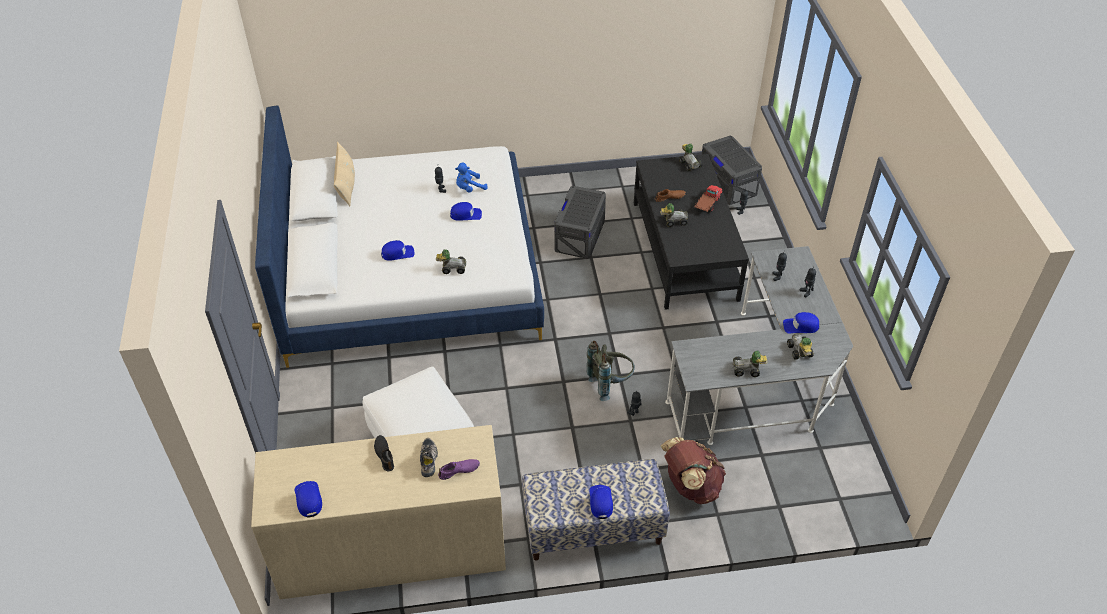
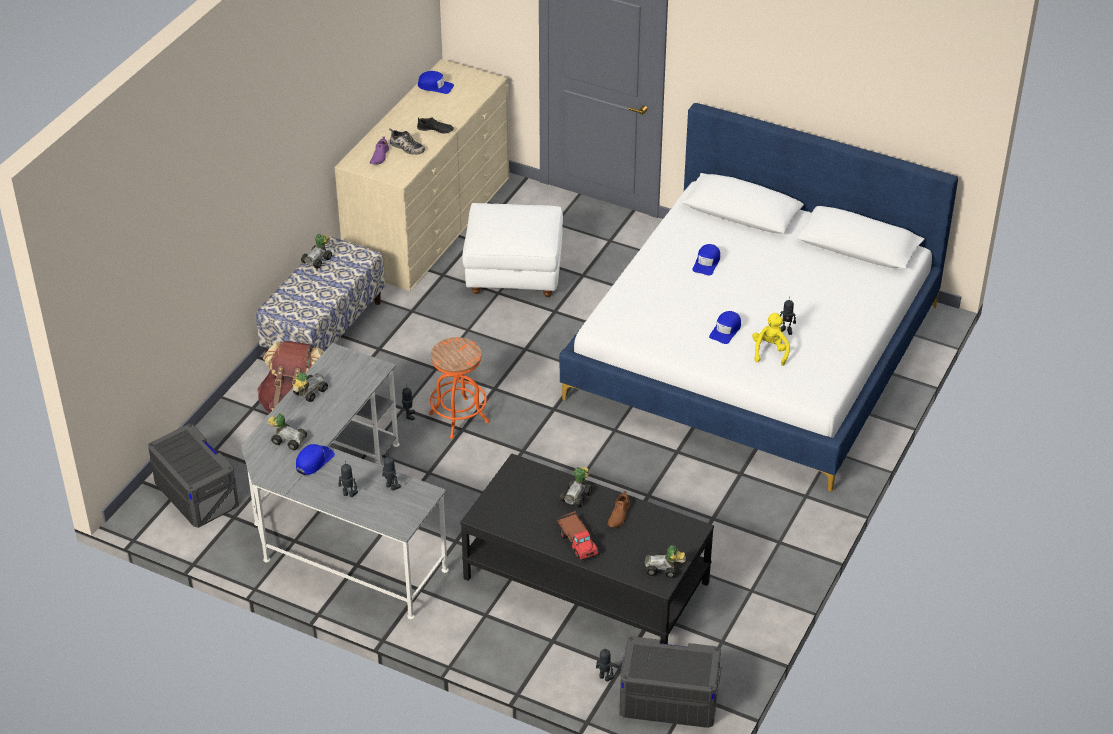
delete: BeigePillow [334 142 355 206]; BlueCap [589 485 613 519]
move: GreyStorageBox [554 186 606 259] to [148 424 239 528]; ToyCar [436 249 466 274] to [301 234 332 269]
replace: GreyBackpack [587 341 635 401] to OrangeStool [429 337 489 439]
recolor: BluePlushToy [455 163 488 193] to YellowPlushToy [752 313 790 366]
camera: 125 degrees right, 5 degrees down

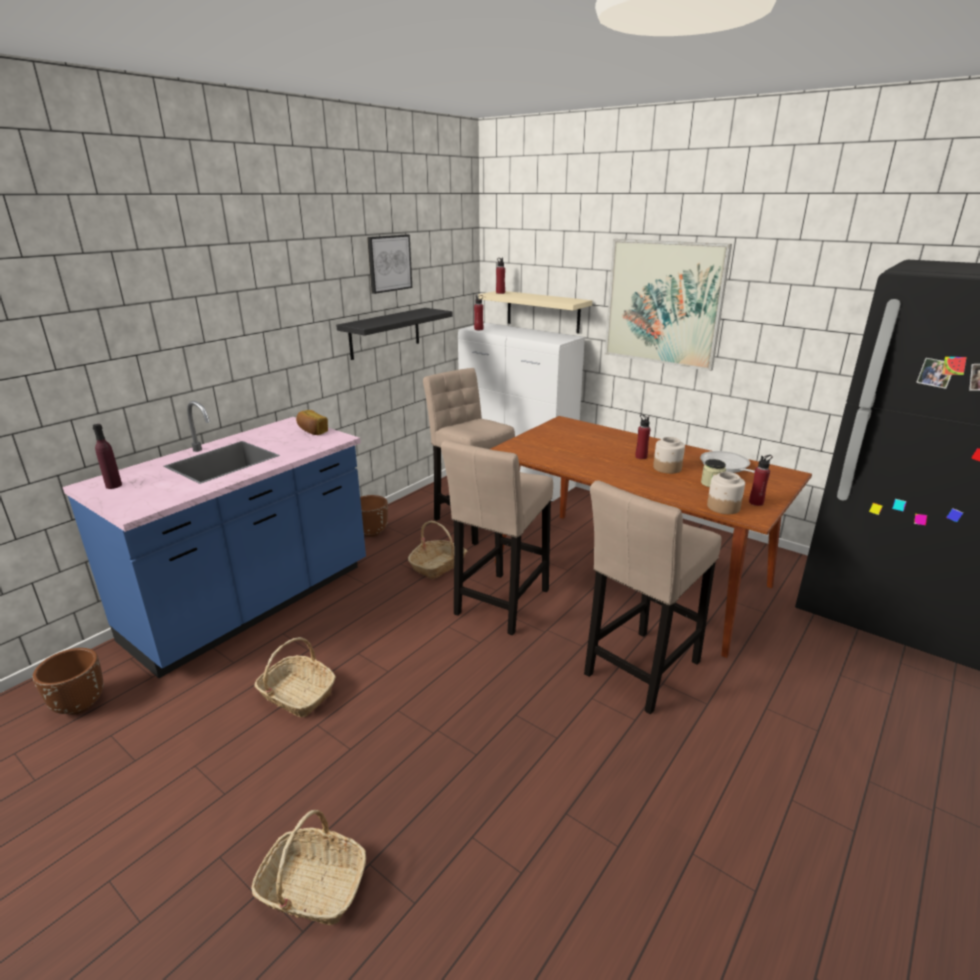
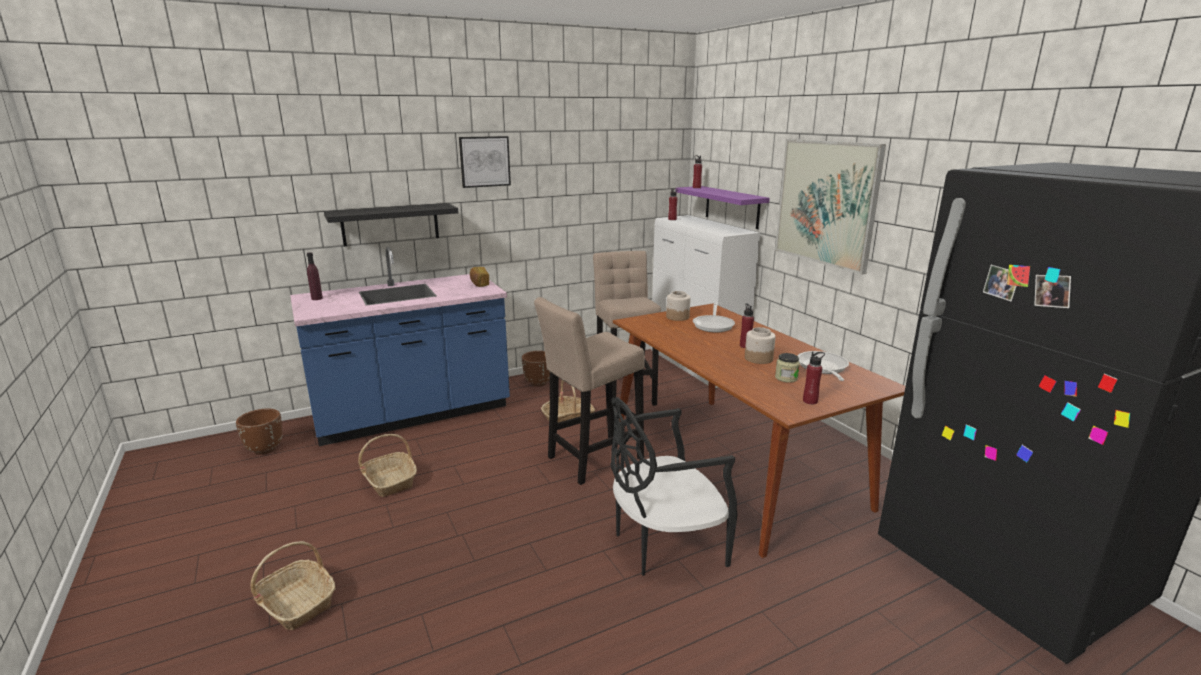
insert: FryingPan [693 303 735 332]
move: Picture [367 235 412 294] to [459 136 511 188]; BlackShelf [336 308 453 360] to [324 203 458 246]; Jar [707 472 745 514] to [666 291 691 321]
replace: BeigeStool [584 481 722 714] to BlackChair [610 397 738 576]
recolor: BeigeShelf [478 291 592 333] to PurpleShelf [675 186 770 229]
camera: 25 degrees right, 5 degrees down

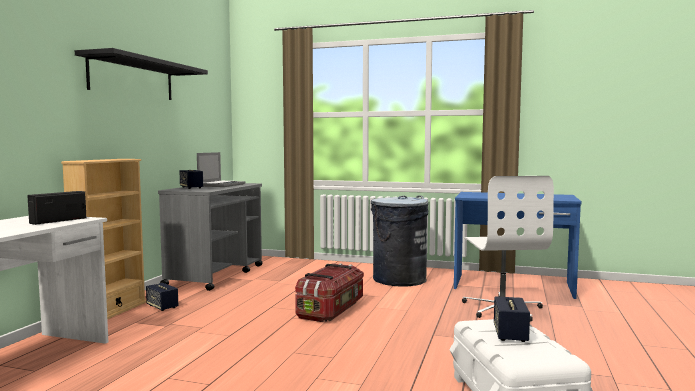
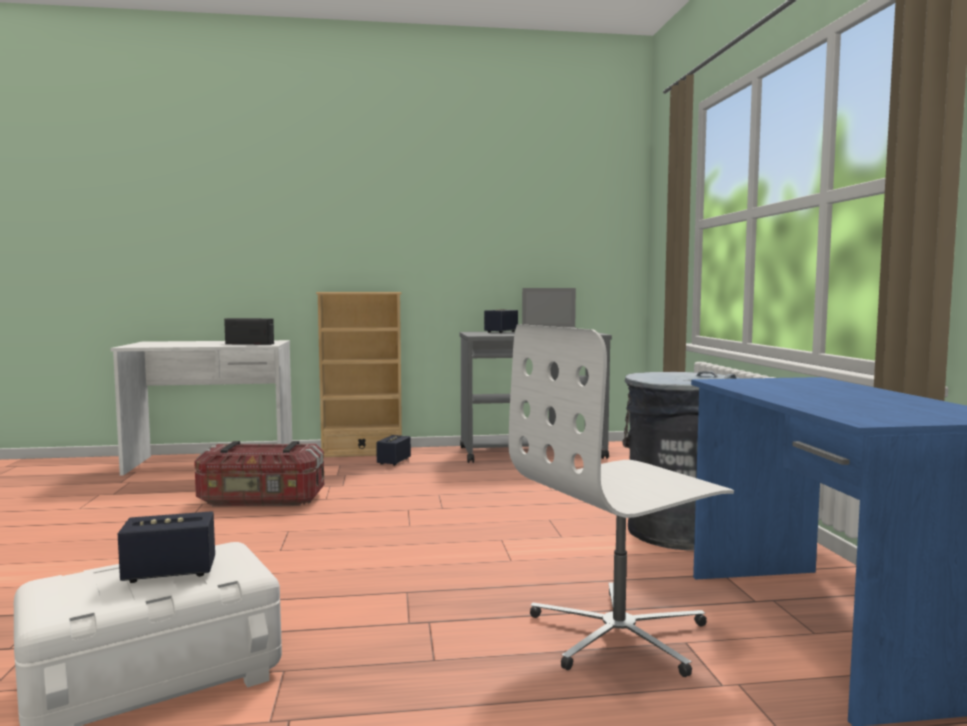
delete: BlackShelf [75 48 208 100]
move: StorageBox [295 263 364 322] to [194 441 324 506]
camera: 65 degrees right, 0 degrees up

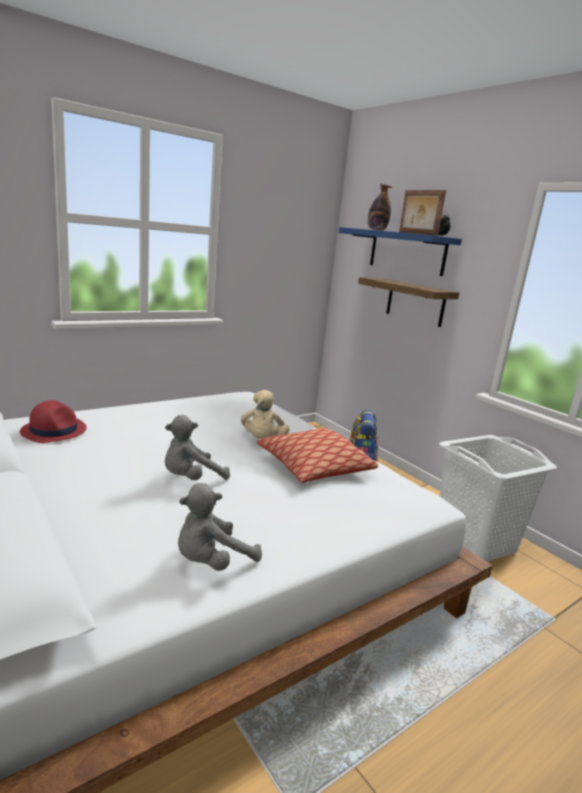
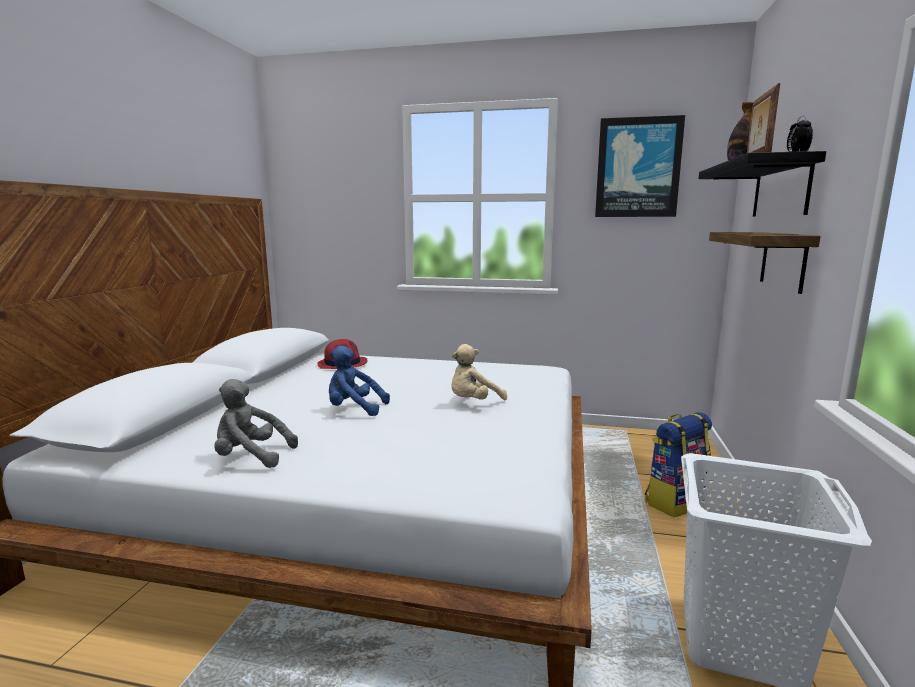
delete: Pillow [257 428 378 483]
insert: Picture [595 115 685 217]
recolor: BlueShelf [338 227 462 276] to BlackShelf [699 151 826 216]; GreyPlushToy [165 415 230 480] to BluePlushToy [329 346 390 416]
camera: 50 degrees right, 5 degrees down

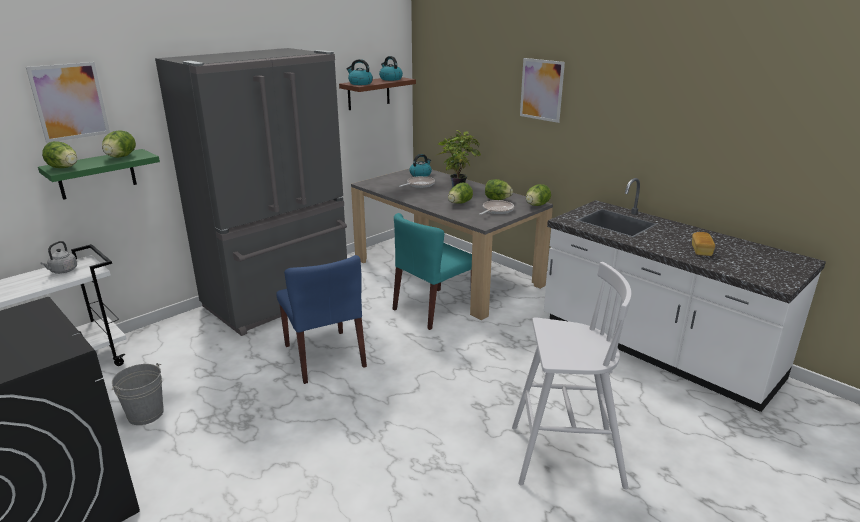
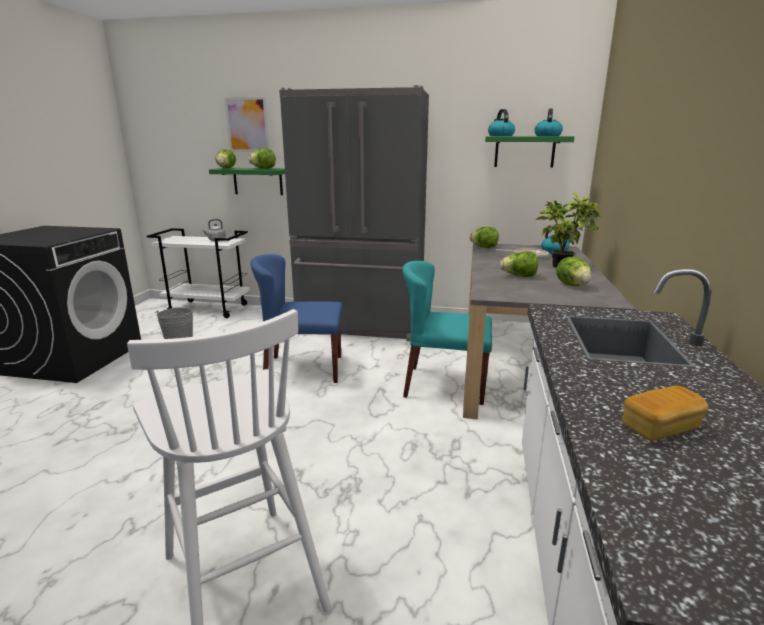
delete: Picture [520 58 565 123]; FryingPan [480 200 514 215]
move: Lettuce [526 184 551 206] to [469 227 499 248]
recolor: BrownShelf [339 77 416 110] to GreenShelf [485 136 575 168]
rotate: BlueChair [276 255 367 384] = [250 254 343 383] 60 degrees clockwise
camera: 55 degrees right, 5 degrees down

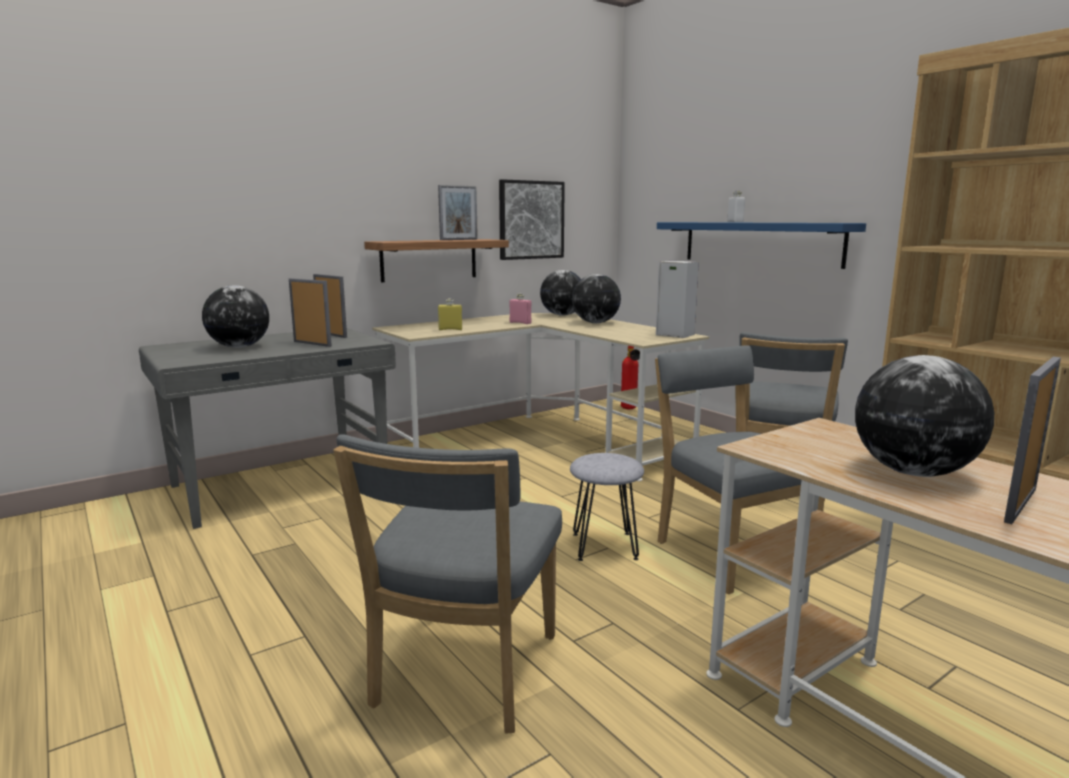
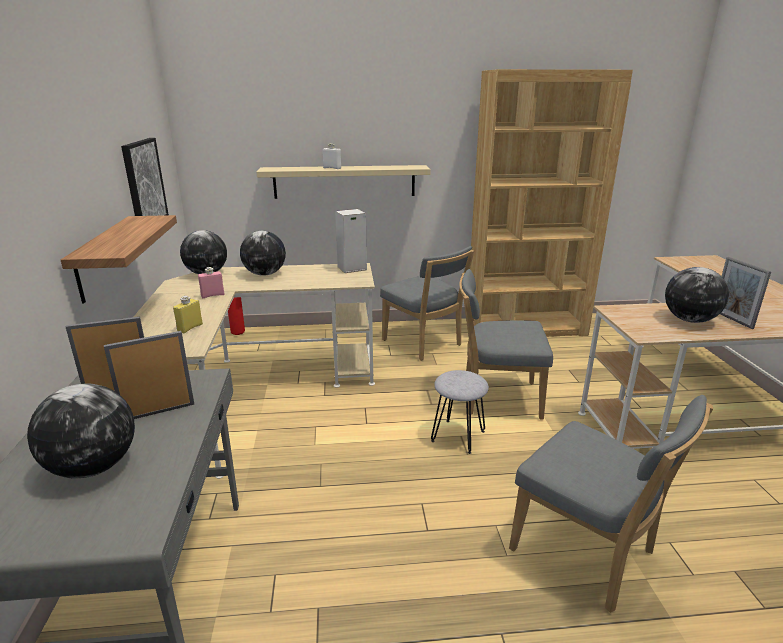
delete: PictureFrame [438 185 478 240]
recolor: BlueShelf [657 222 866 269] to BeigeShelf [256 165 431 199]
camera: 60 degrees left, 10 degrees up

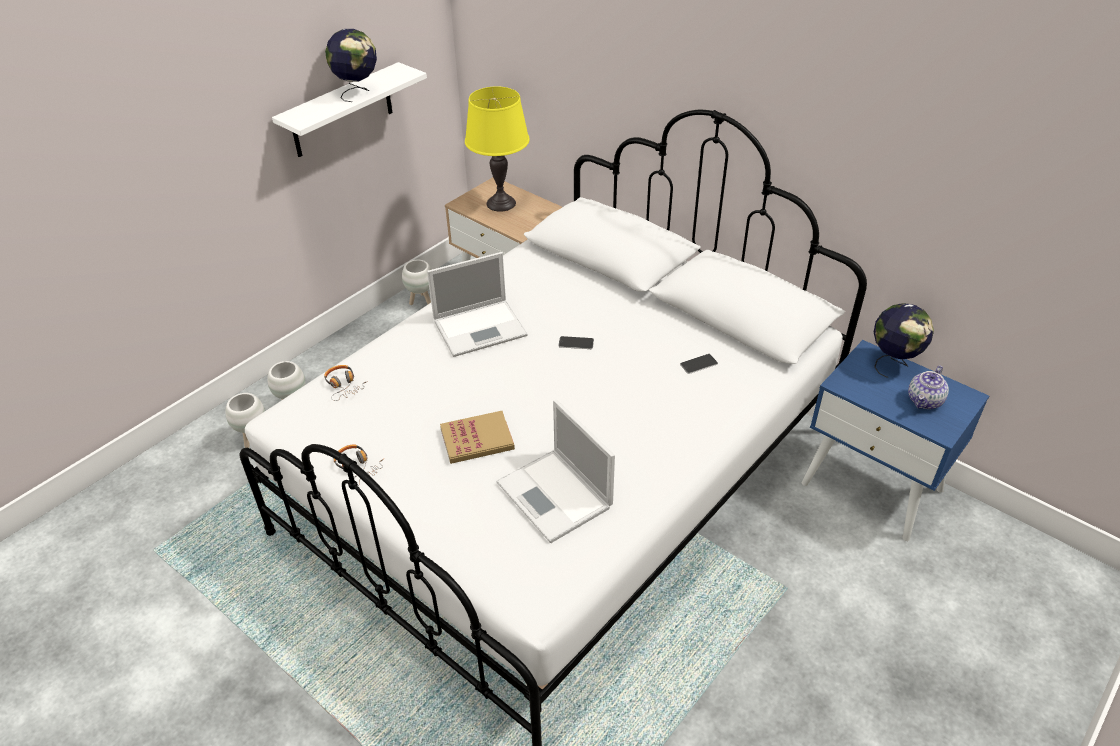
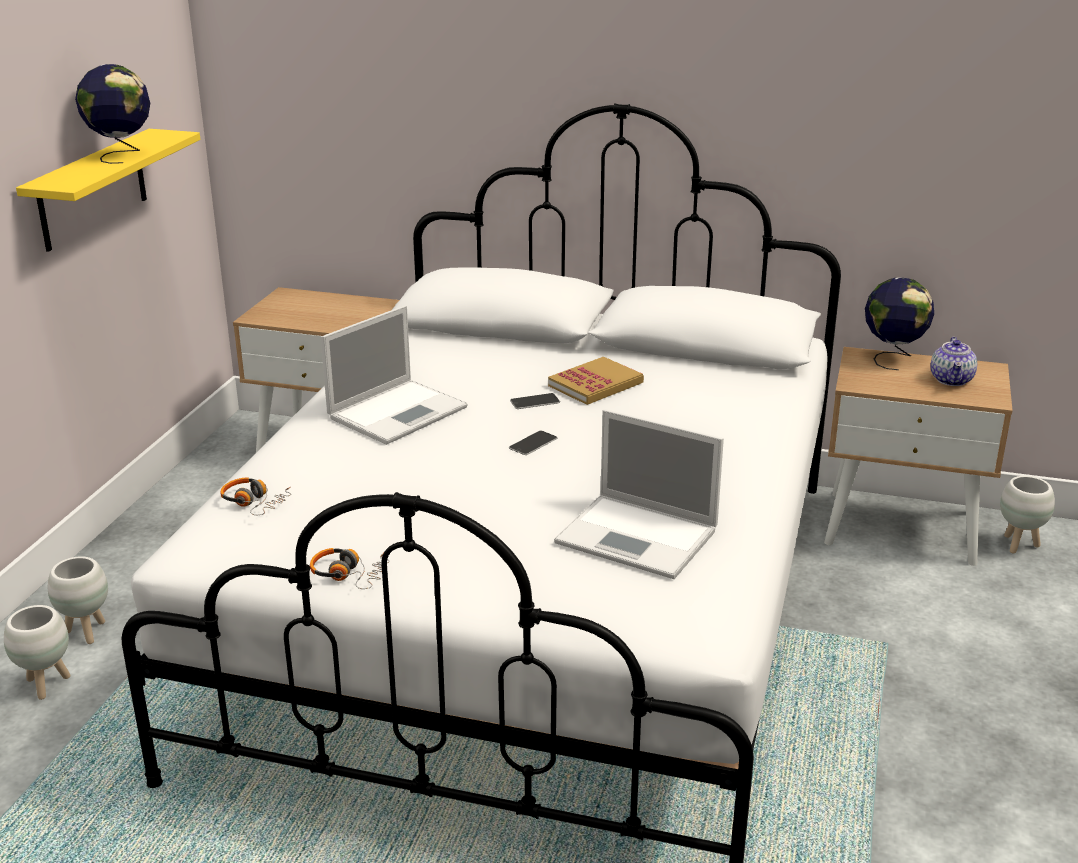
delete: YellowTableLamp [465 86 530 212]
move: WhitePlanter [402 260 432 305] to [1000 476 1055 554]; Phone [680 354 718 374] to [509 430 558 455]; Book [440 411 515 464] to [548 357 644 405]
recolor: WhiteShelf [272 62 427 157] to YellowShelf [16 129 200 252]; BlueNightstand [802 340 989 541] to BeigeNightstand [824 347 1013 566]
camera: 25 degrees left, 15 degrees down

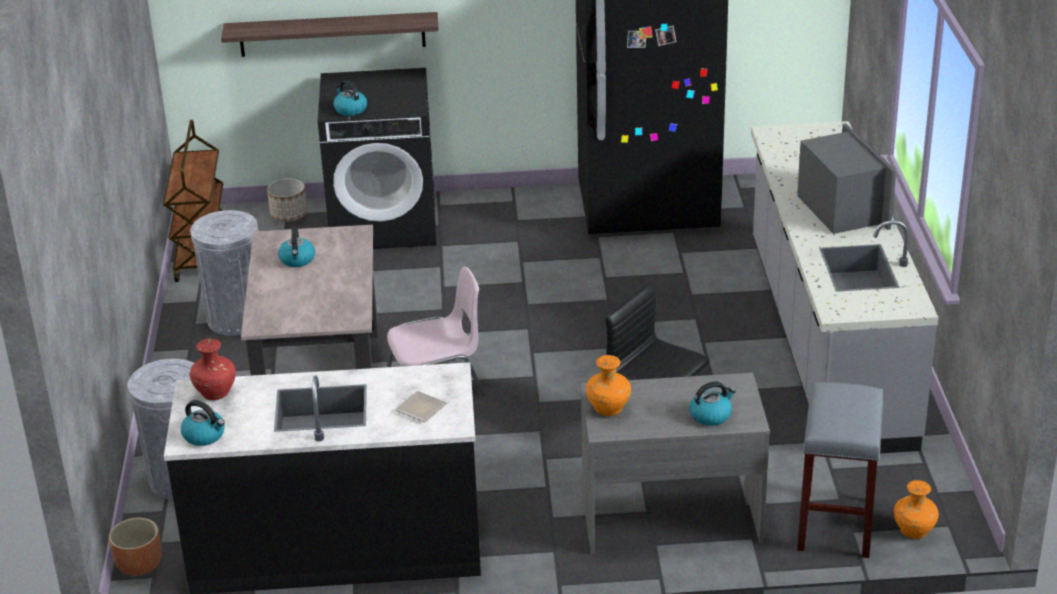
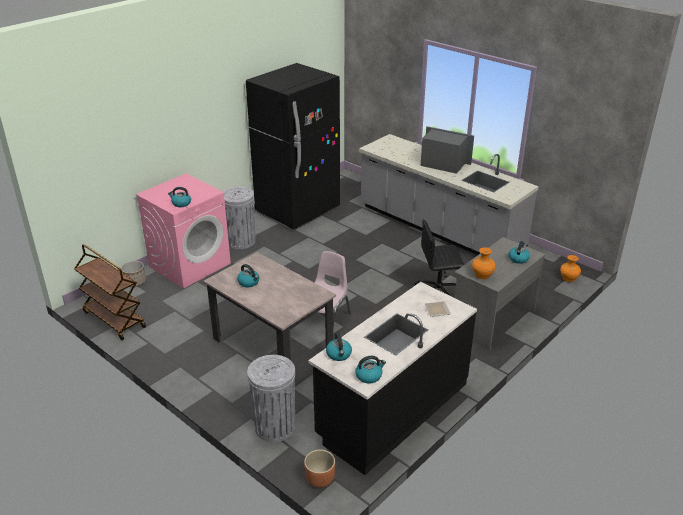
delete: Shelf [221 12 439 57]; GreyStool [797 382 883 558]
move: GreyTrashCan [190 210 258 336] to [223 186 256 249]
replace: RedVase [190 339 236 400] to Kettle [326 332 352 361]
recolor: BlackWashingMachine [318 68 436 249] to PinkWashingMachine [136 174 231 289]
camera: 45 degrees left, 0 degrees up

